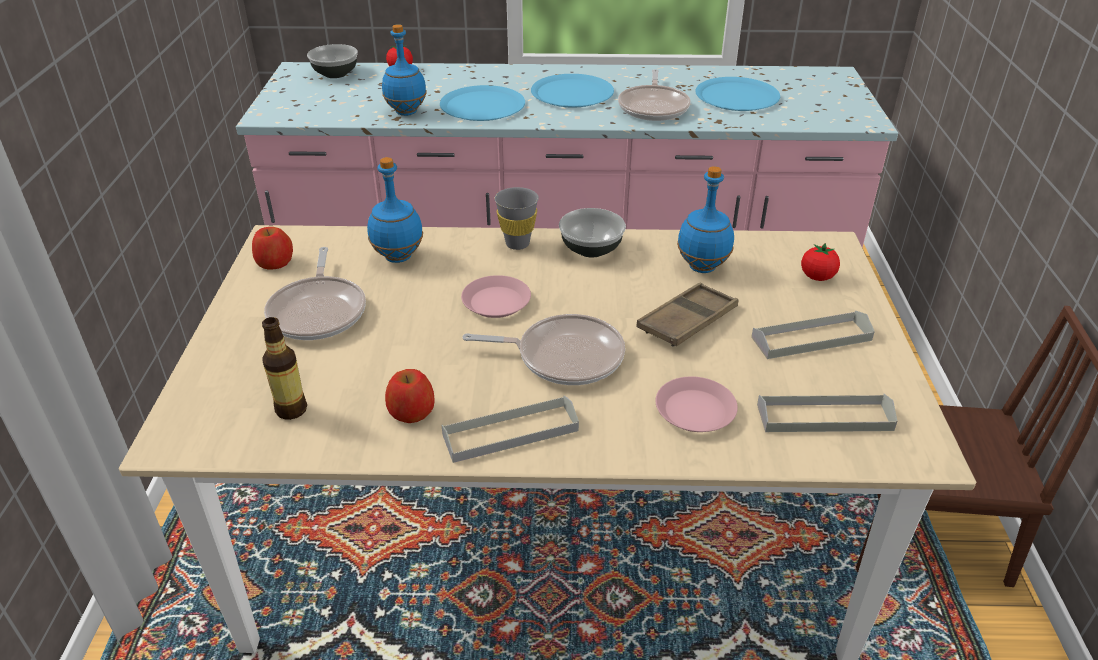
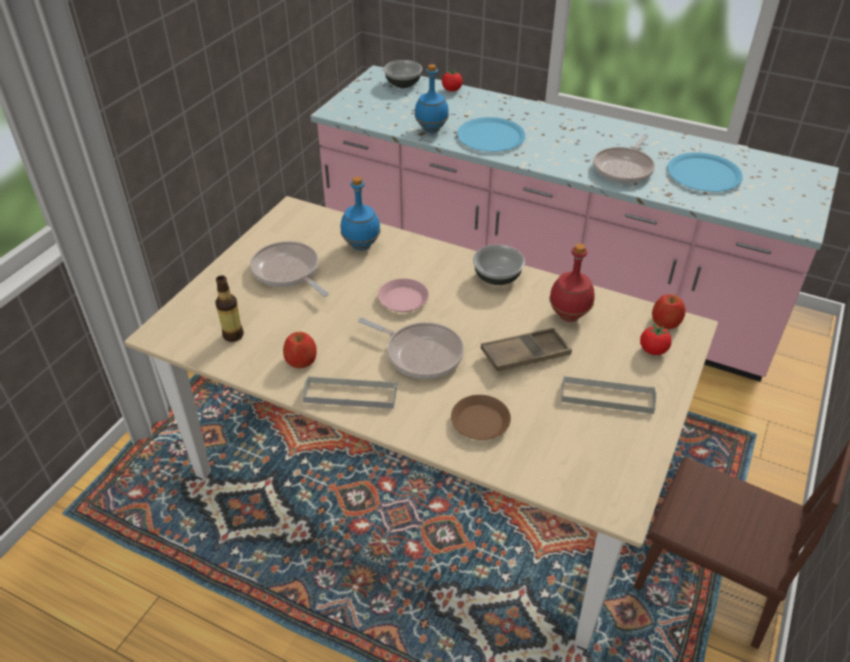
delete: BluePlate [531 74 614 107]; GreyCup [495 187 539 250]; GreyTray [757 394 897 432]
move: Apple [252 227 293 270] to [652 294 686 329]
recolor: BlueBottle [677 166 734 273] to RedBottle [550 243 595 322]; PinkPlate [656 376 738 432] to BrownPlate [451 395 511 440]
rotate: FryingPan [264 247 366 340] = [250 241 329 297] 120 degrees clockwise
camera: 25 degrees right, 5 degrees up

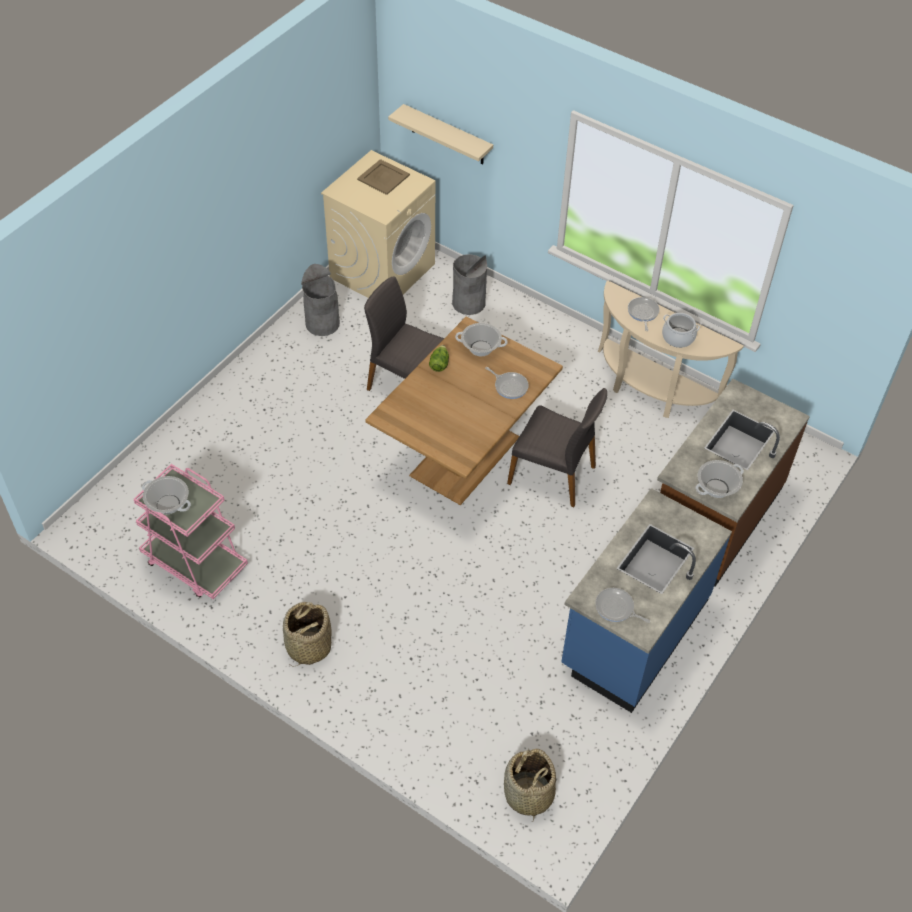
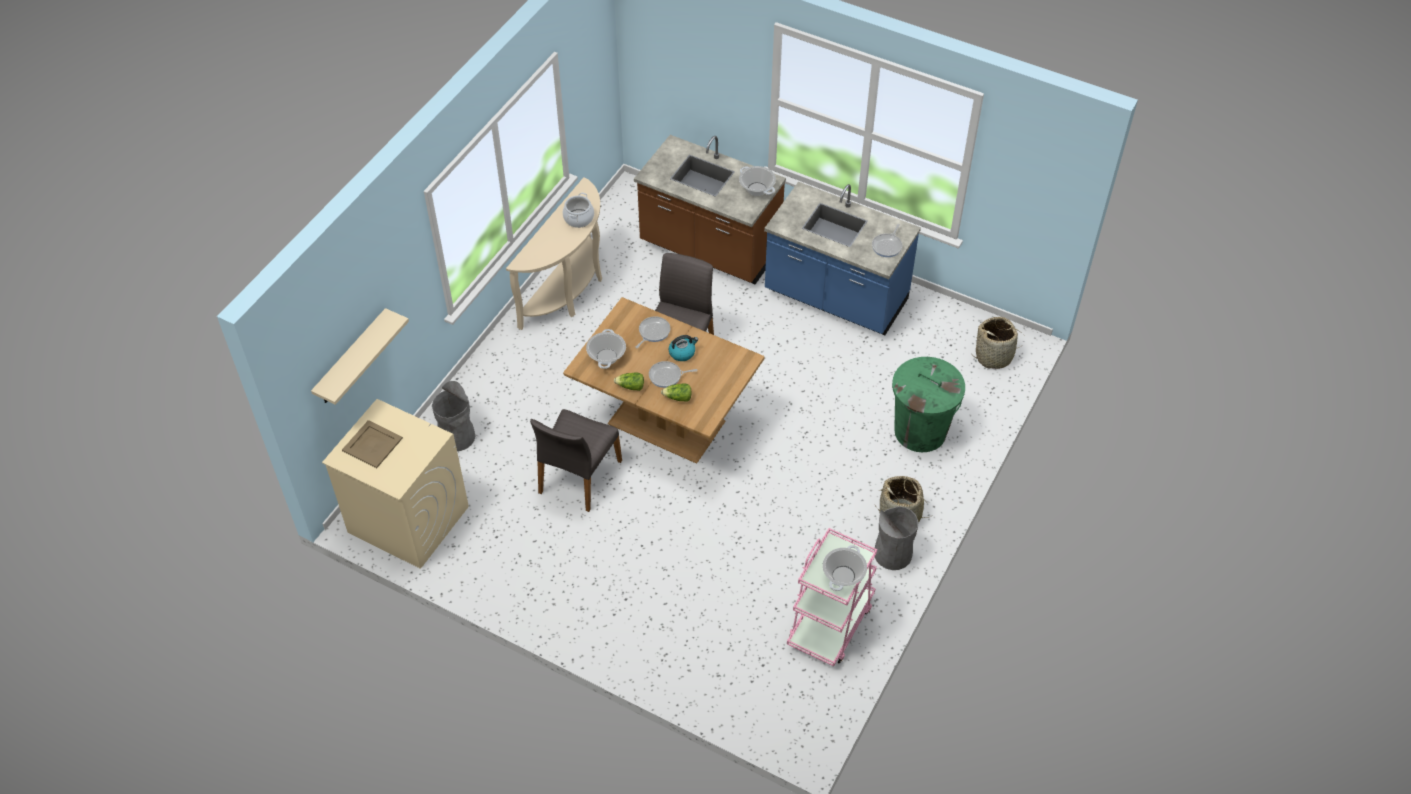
insert: Kettle [669 335 698 361]; GreenTrashCan [892 357 965 452]; Lettuce [661 383 692 402]
move: GreyTrashCan [301 264 340 336] to [874 506 918 570]; FryingPan [628 297 660 331] to [649 361 698 388]
camera: 95 degrees left, 0 degrees up

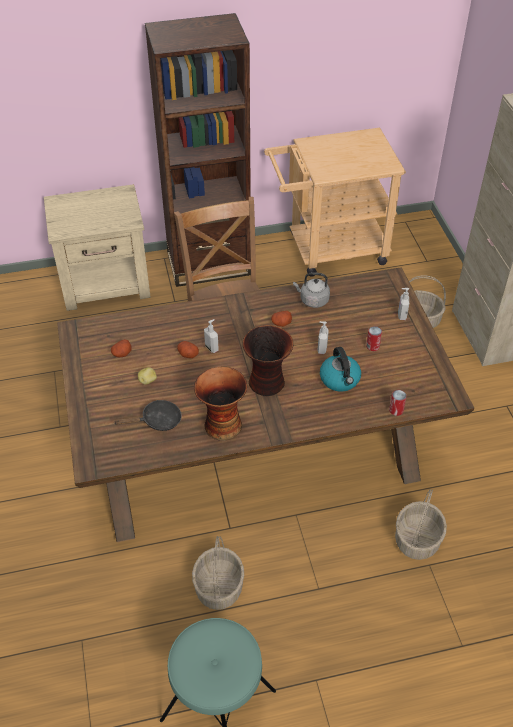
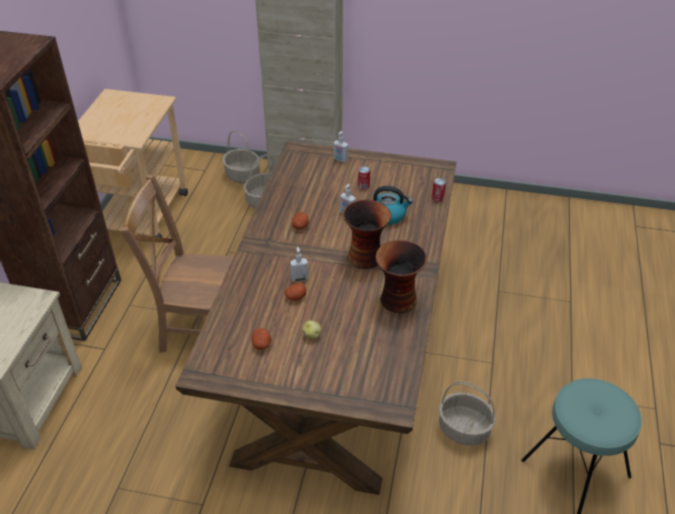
delete: GreyKettle [293 272 330 308]; BlackFryingPan [114 400 182 431]
move: Basket [395 489 447 560] to [223 131 260 184]
camera: 65 degrees left, 5 degrees down

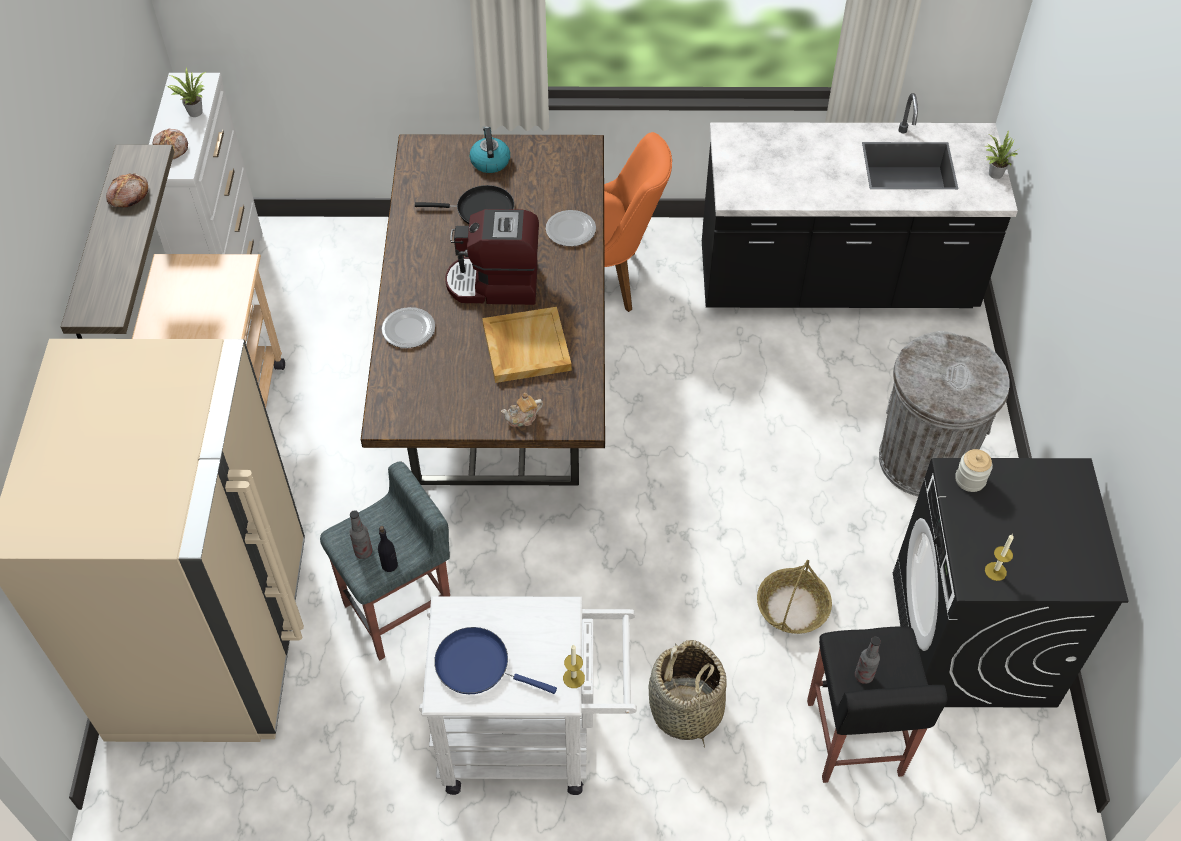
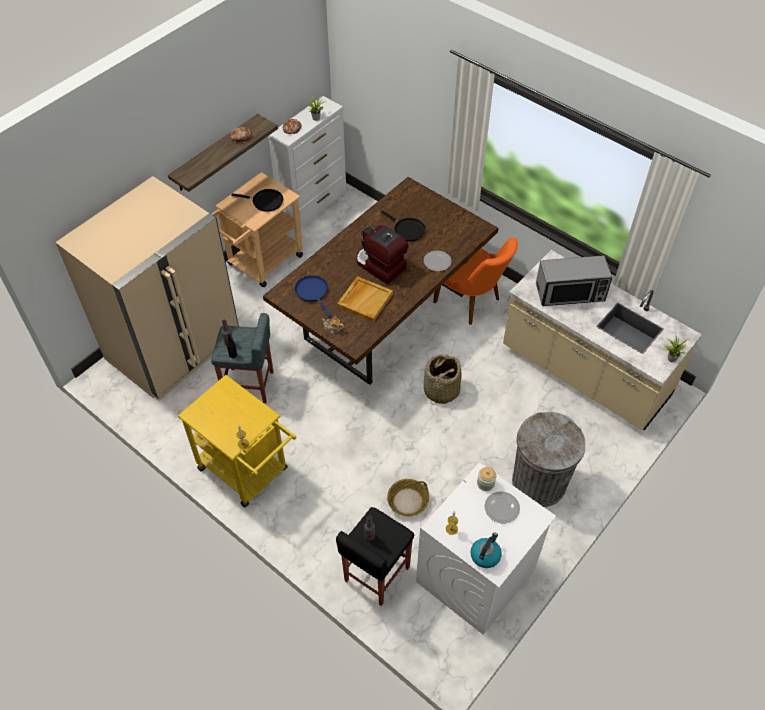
insert: BlackFryingPan [231 189 283 212]; Microwave [536 256 612 306]
move: Kettle [470 127 510 173] to [470 532 502 568]; Plate [382 307 435 348] to [484 492 520 523]; BlueFryingPan [434 627 557 694] to [295 275 331 317]; Basket [649 640 727 748] to [424 354 462 405]
recolor: BlackCounter [702 93 1018 308] to BeigeCounter [503 250 702 430]; BlackWashingMachine [893 458 1129 708] to WhiteWashingMachine [416 462 556 635]; WhiteCart [419 596 637 795] to YellowCart [178 375 296 507]
camera: 40 degrees right, 0 degrees up

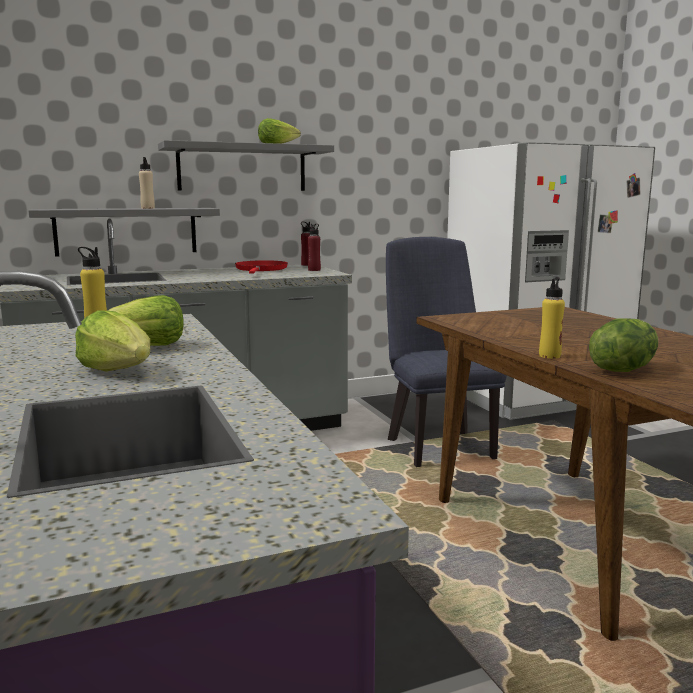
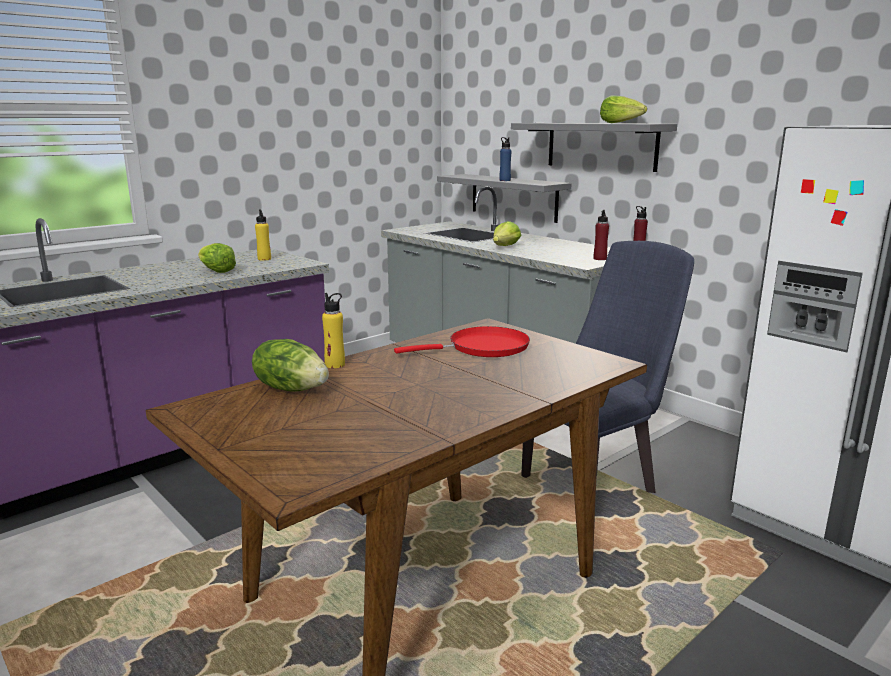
move: RedFryingPan [235 260 288 274] to [394 326 530 357]; Lettuce [75 310 150 371] to [493 221 521 246]
recolor: BeigeBottle [139 157 155 209] to BlueBottle [499 137 512 181]
camera: 70 degrees right, 5 degrees up

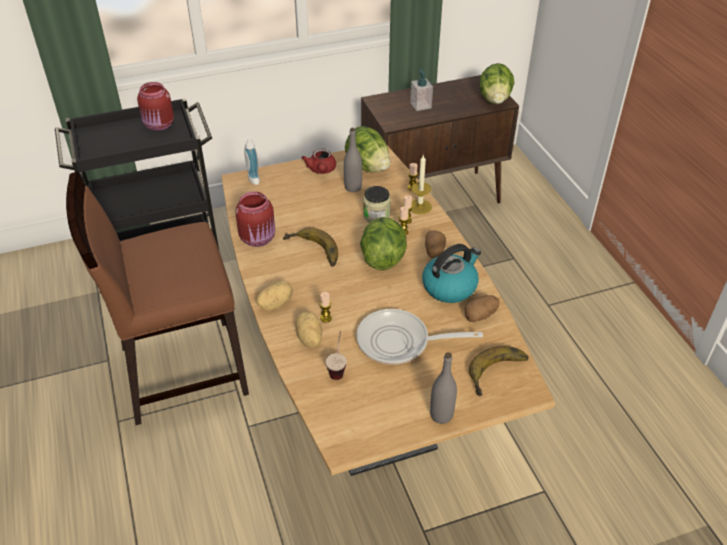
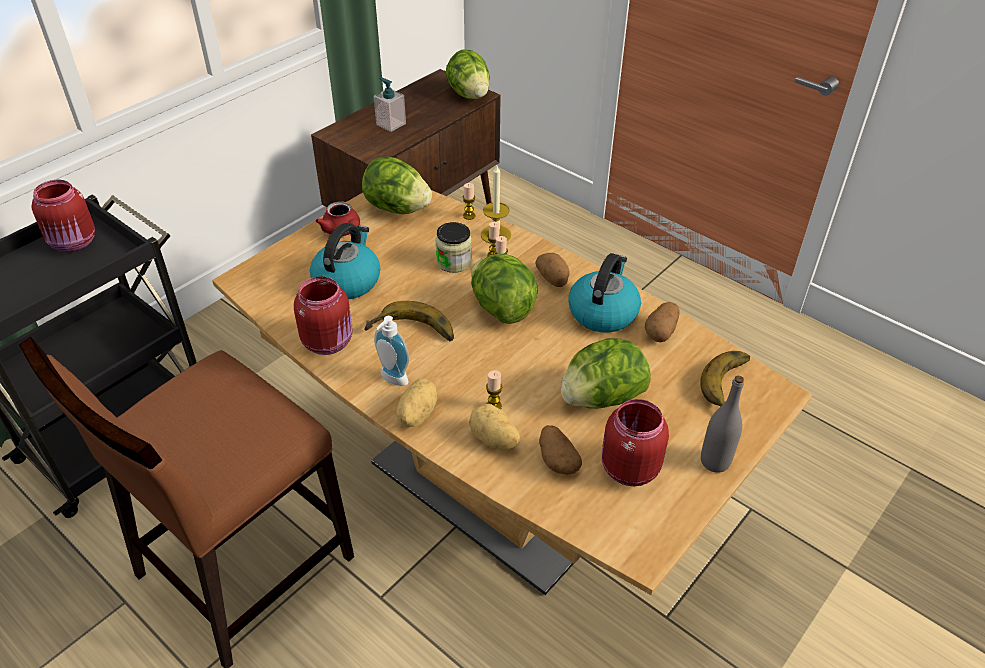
delete: GreyBottle [344 128 362 192]
insert: Kettle [310 223 380 299]; RedJar [602 399 669 486]
move: SoapDispenser [239 136 260 185] to [374 316 409 386]
replace: FryingPan [356 309 483 365] to Lettuce [561 338 651 409]; Cup [325 331 347 380] to Potato [539 425 582 475]
camera: 30 degrees left, 0 degrees up

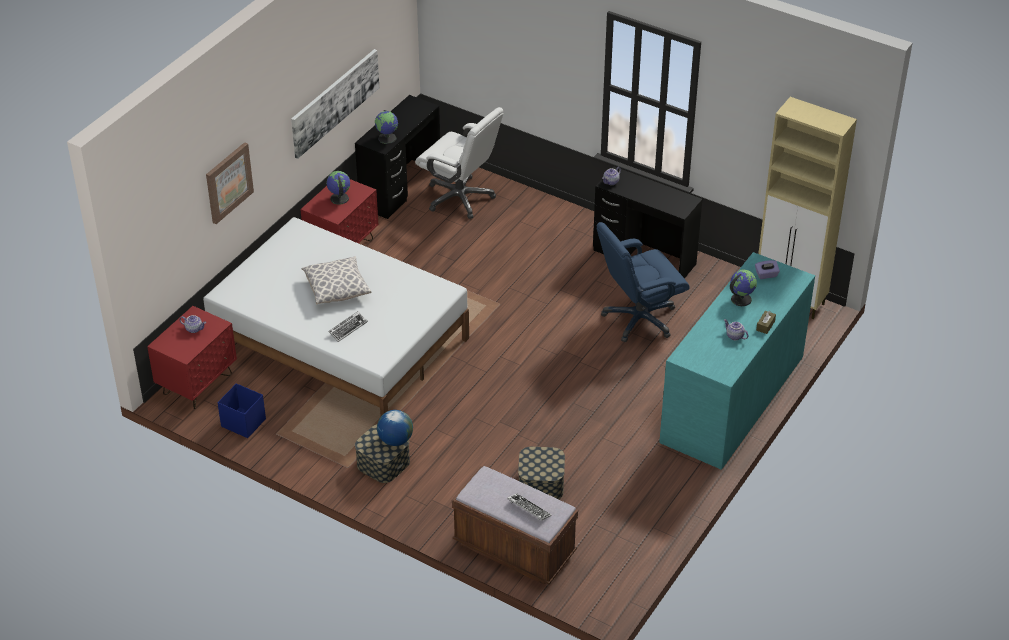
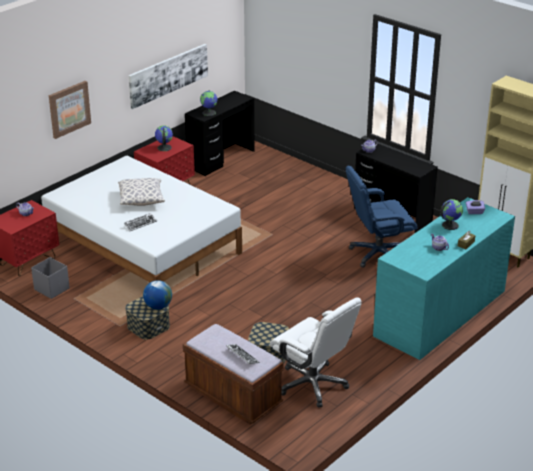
move: WhiteOfficeChair [415 107 503 219] to [270 297 362 408]
recolor: BlueStorageBox [217 383 266 438] to GreyStorageBox [31 257 70 299]
camera: 10 degrees right, 10 degrees down

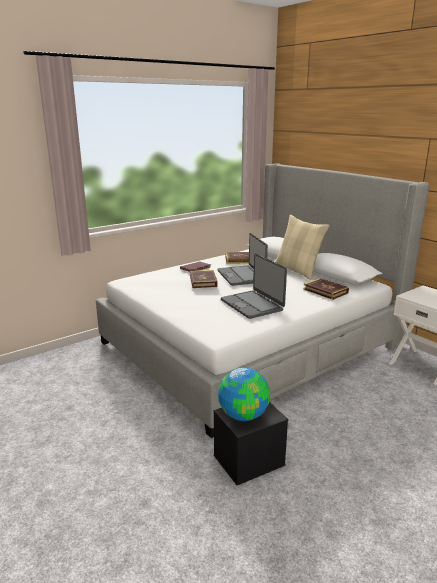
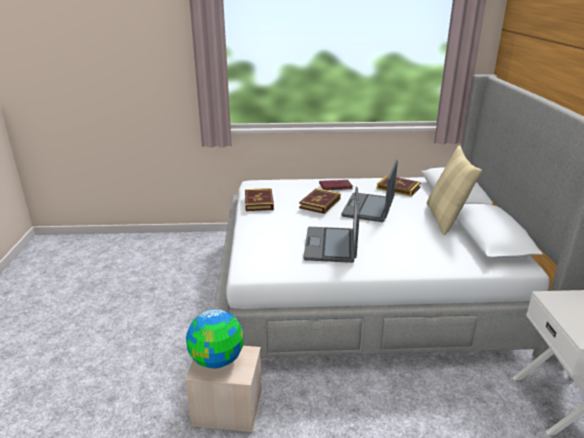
move: Book [303 278 349 300] to [245 188 274 211]
recolor: BlackStorageBox [213 402 289 485] to BeigeStorageBox [185 346 262 432]
camera: 35 degrees right, 5 degrees up

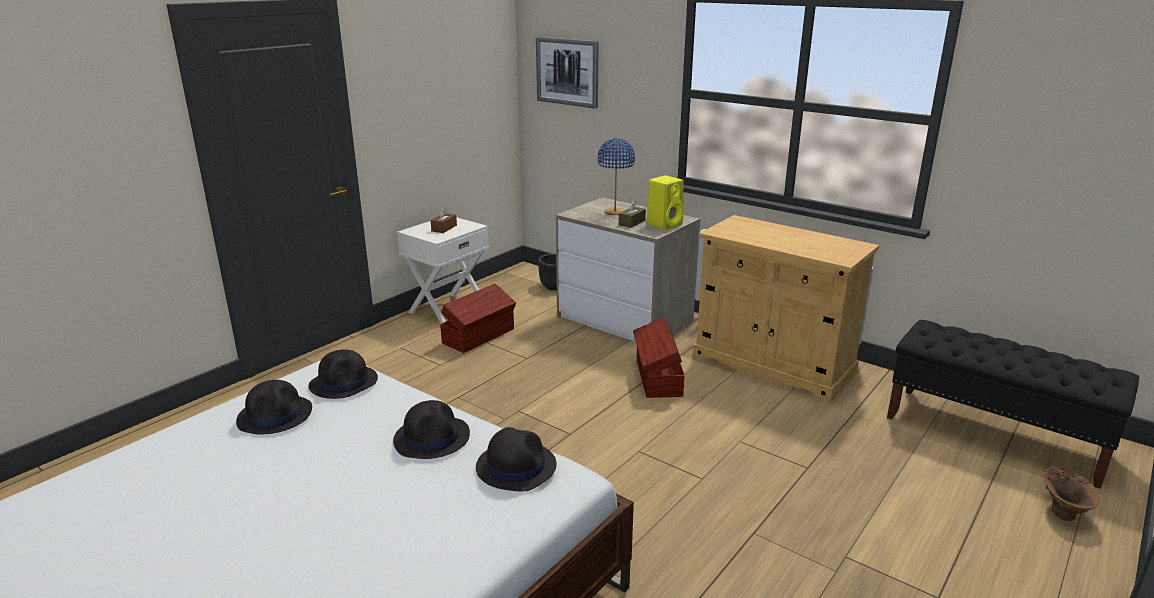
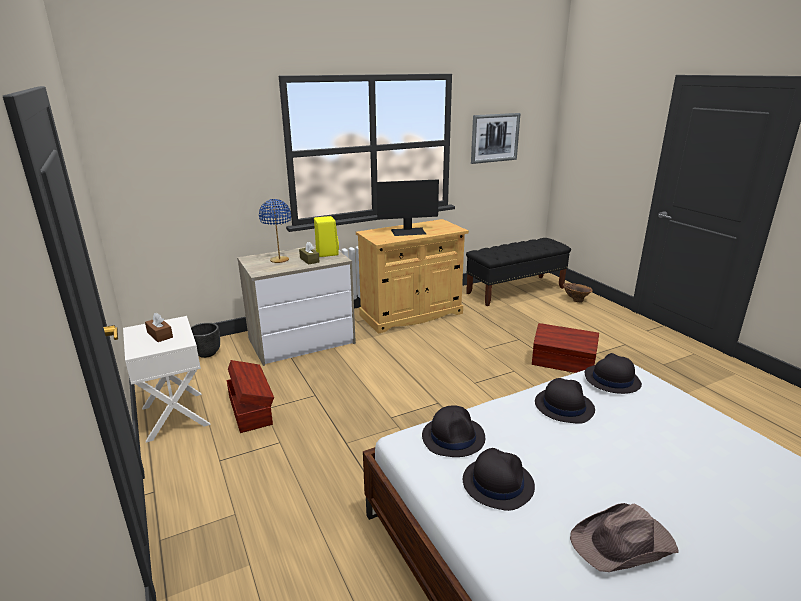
insert: Monitor [376 179 439 236]; BrownHat [570 503 678 572]
move: Picture [536 37 599 109] to [471 113 521 164]; BrownStorageBox [633 317 685 398] to [532 323 599 373]
camera: 65 degrees left, 0 degrees up

